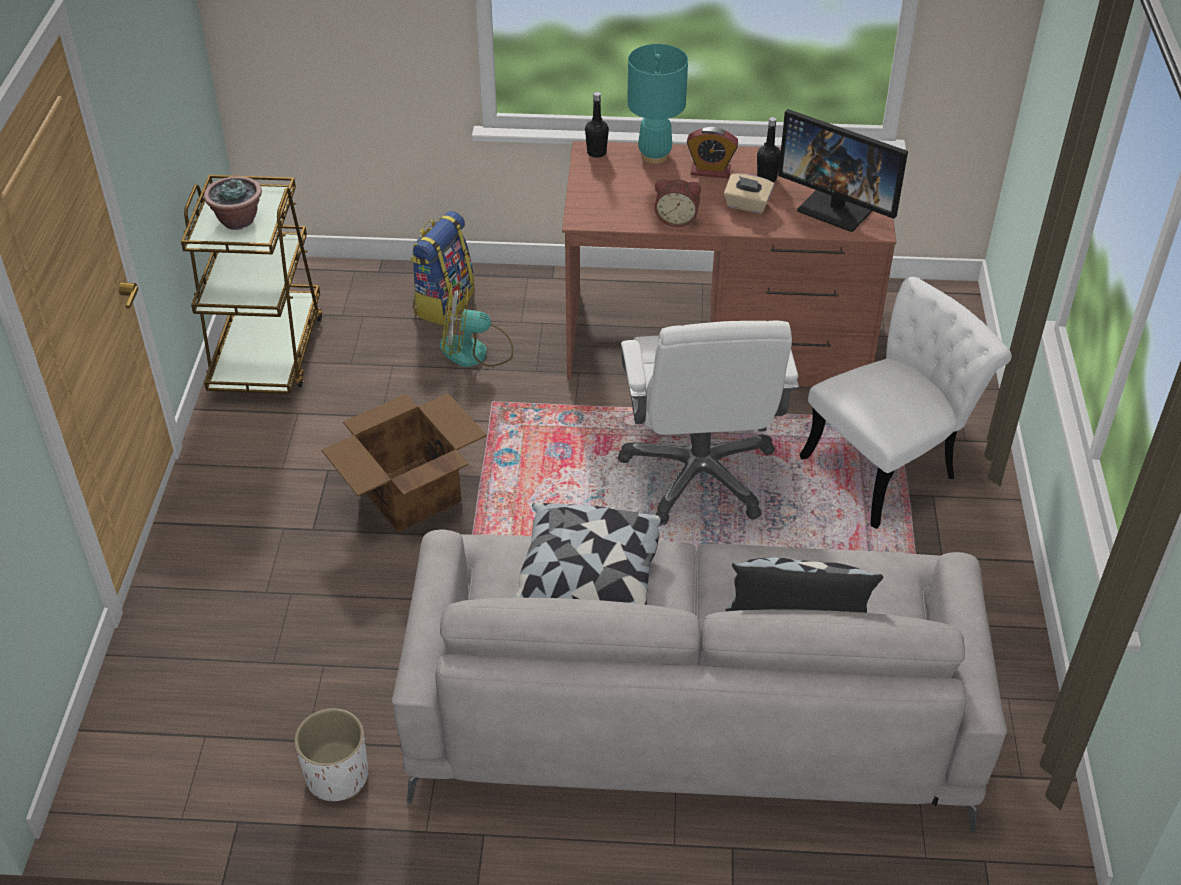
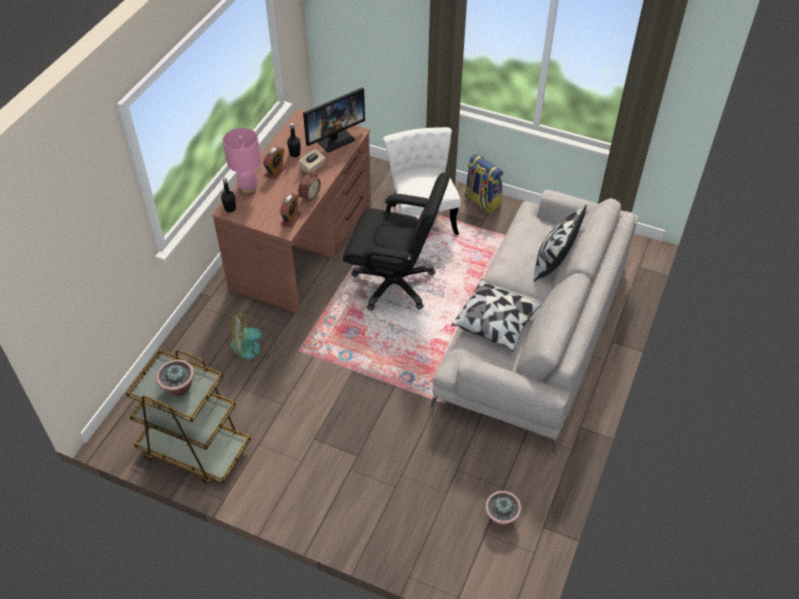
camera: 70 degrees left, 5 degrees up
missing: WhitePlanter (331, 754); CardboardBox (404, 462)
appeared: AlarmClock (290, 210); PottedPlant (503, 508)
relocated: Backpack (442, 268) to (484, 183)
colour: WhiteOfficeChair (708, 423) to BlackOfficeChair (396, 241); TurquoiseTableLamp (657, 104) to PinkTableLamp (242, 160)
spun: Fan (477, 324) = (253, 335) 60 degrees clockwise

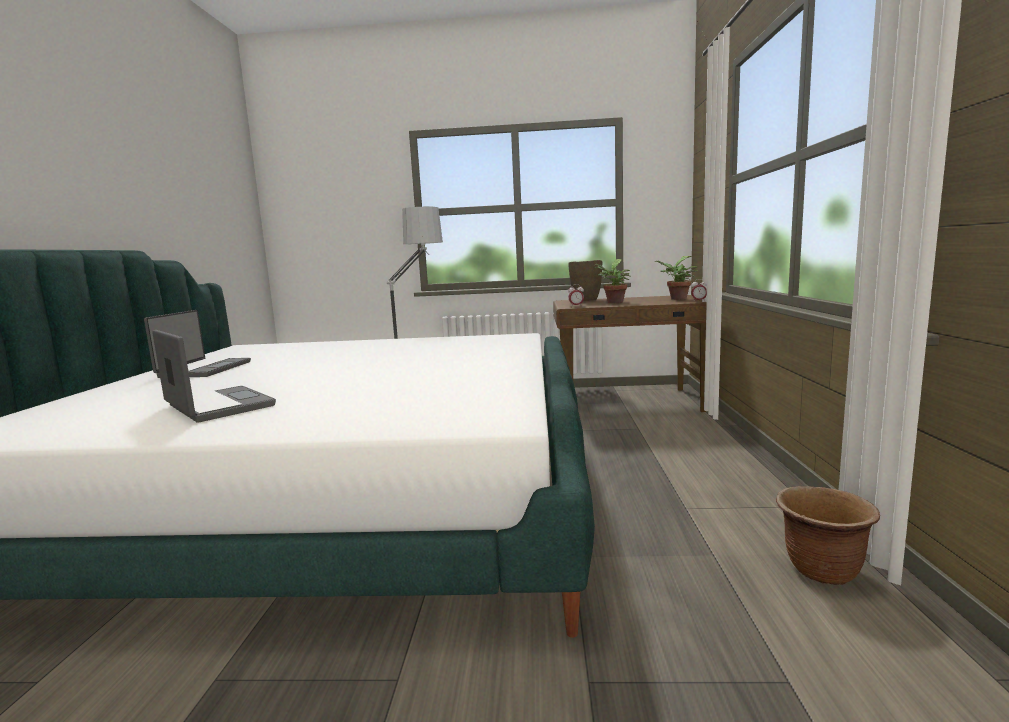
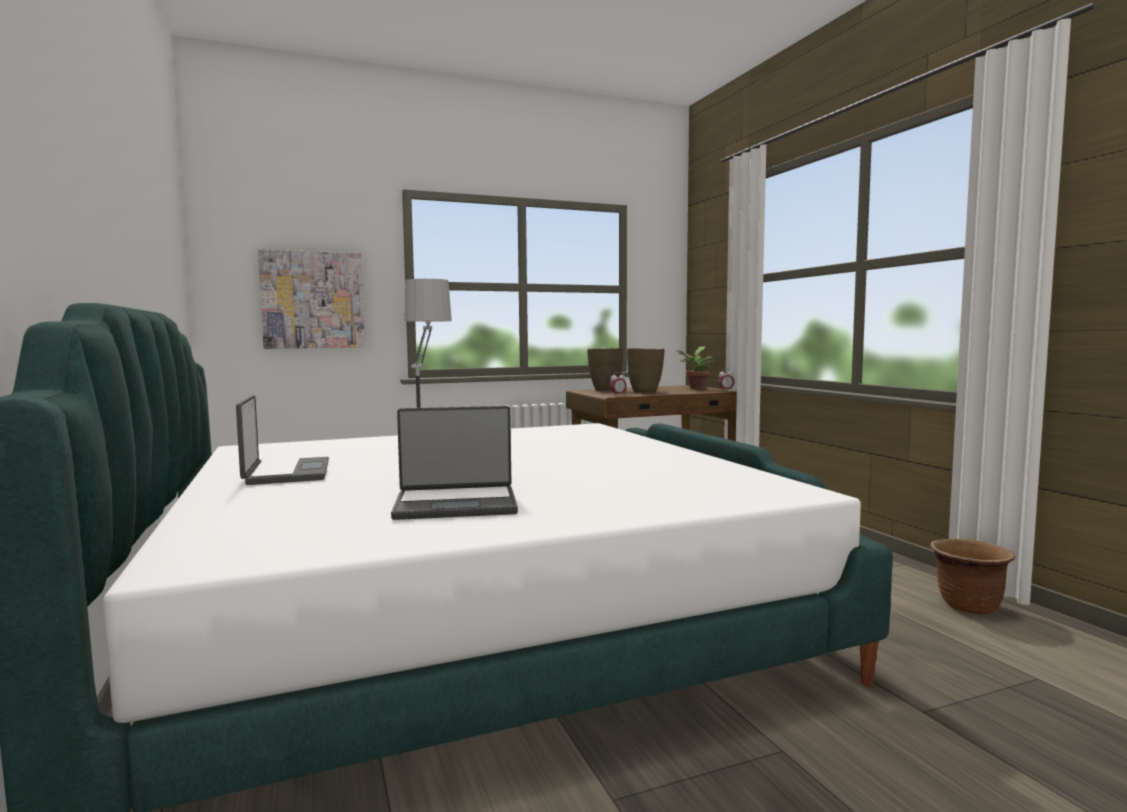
camera: 25 degrees left, 5 degrees down
appeared: Picture (311, 299)
exchanged: PottedPlant (612, 281) to BrownVase (646, 370)
spun: Laptop (214, 376) = (454, 463) 150 degrees clockwise

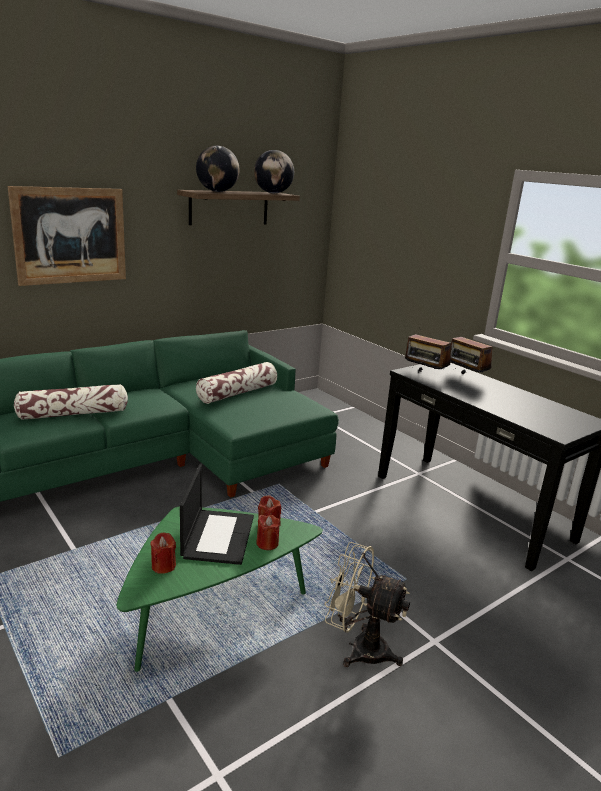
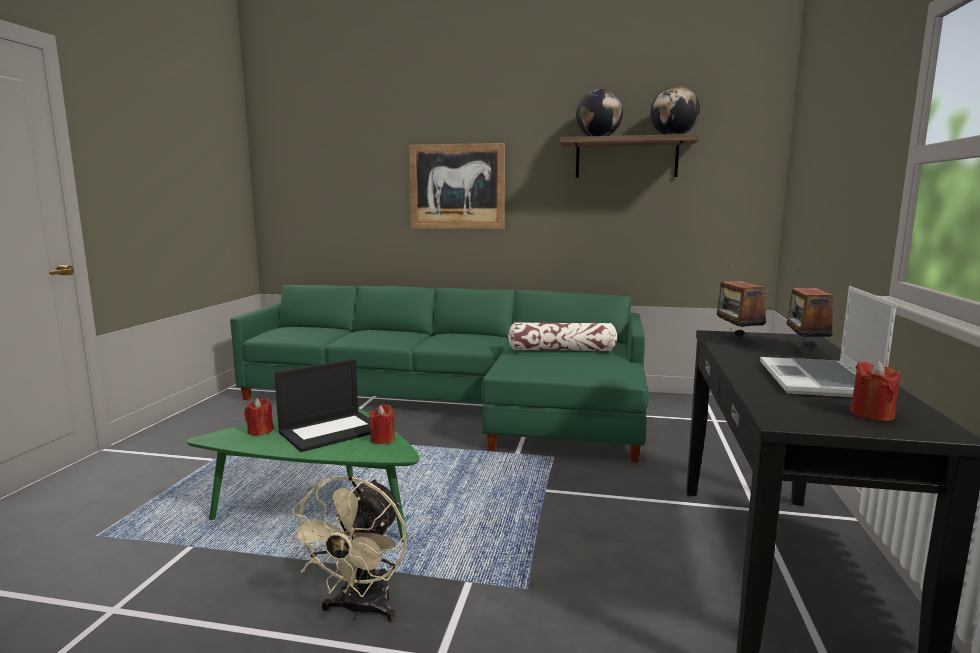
camera: 50 degrees right, 10 degrees down
missing: Pillow (71, 402)
appeared: Laptop (828, 341)
relocated: RedCandle (268, 532) to (875, 391)
spun: BeigeFan (367, 604) = (346, 548) 150 degrees counterclockwise

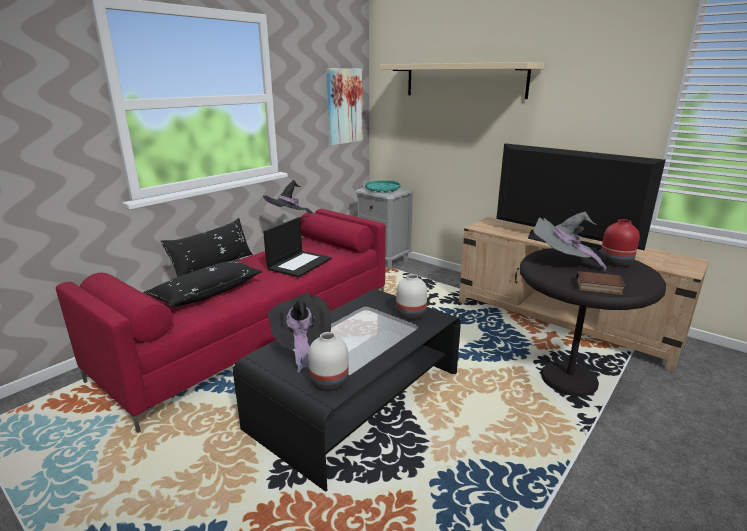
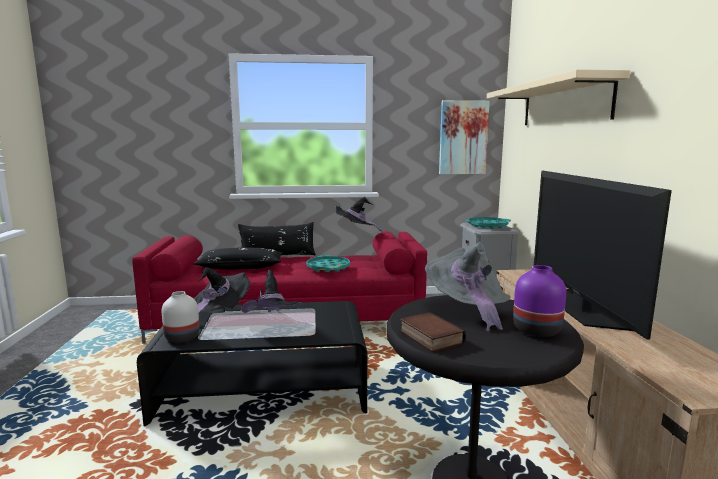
camera: 45 degrees right, 10 degrees down
missing: WhiteVase (411, 297)
appeared: BlackHat (271, 291)
exchanged: Laptop (297, 247) to TurquoiseTray (328, 263)
colour: RedVase (620, 243) to PurpleVase (539, 301)

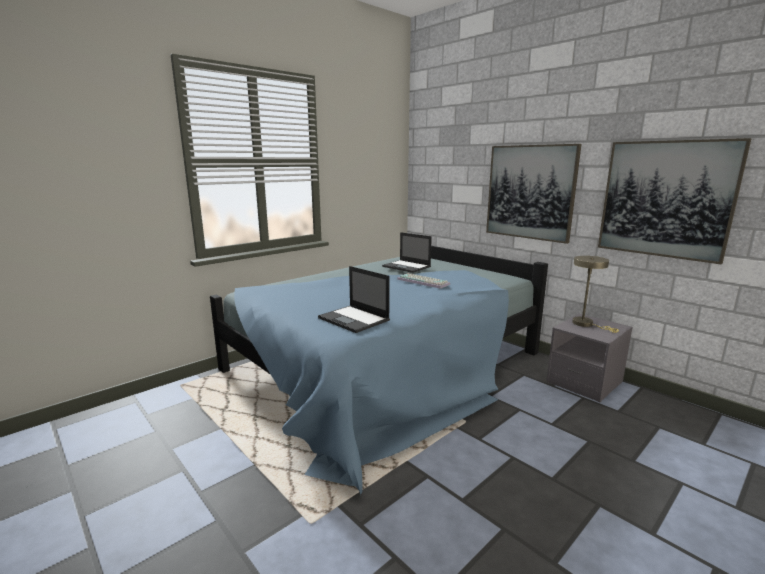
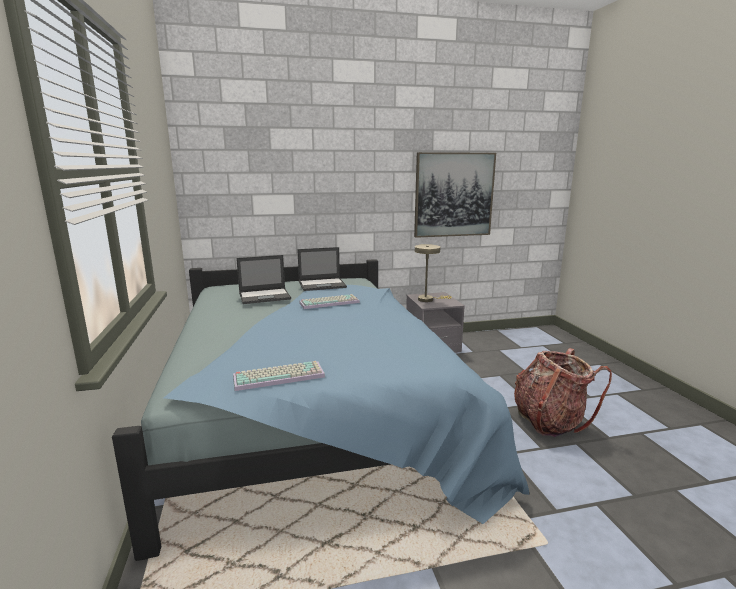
camera: 60 degrees left, 0 degrees up
missing: Picture (533, 194)
appeared: Keyboard (279, 376); Backpack (563, 392)
relocated: Laptop (354, 299) to (322, 269)

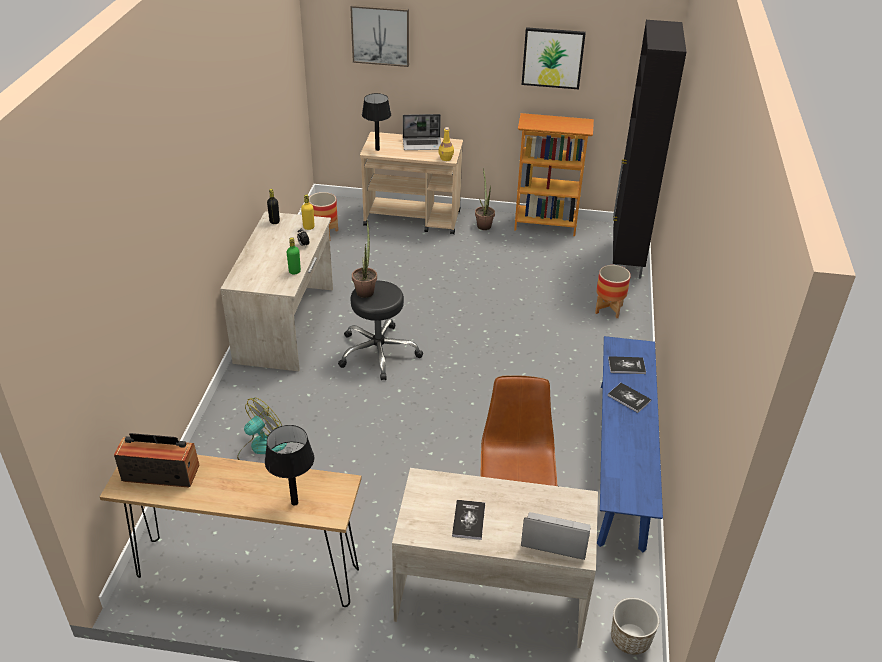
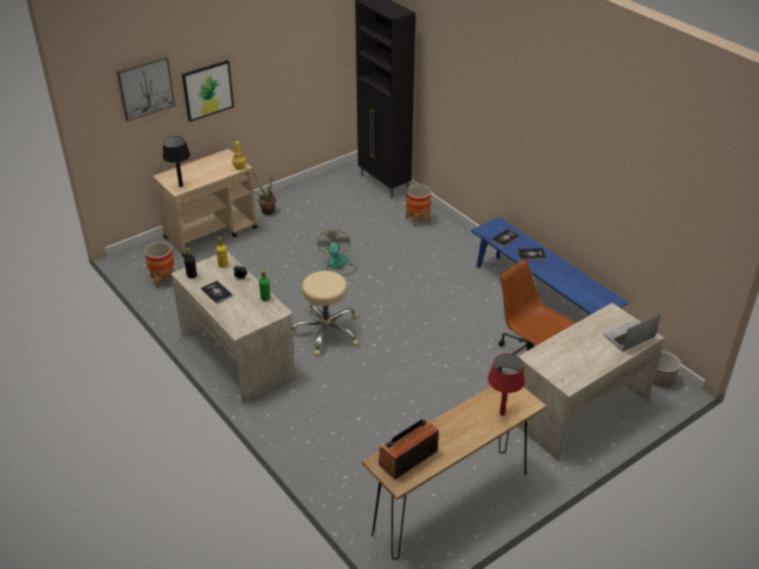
camera: 45 degrees left, 0 degrees up
missing: PottedPlant (364, 259); Laptop (422, 132); Bookcase (554, 174)
relocated: Fan (262, 429) to (337, 252); Book (468, 520) to (217, 292); Picture (554, 58) to (208, 91)
colour: BlackTableLamp (289, 465) to RedTableLamp (506, 385); BlackStool (380, 330) to BeigeStool (325, 313)

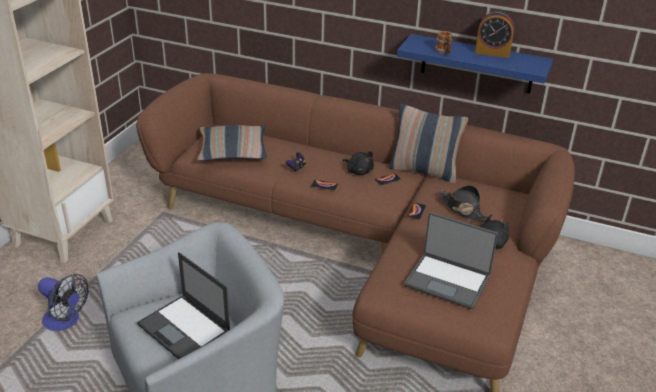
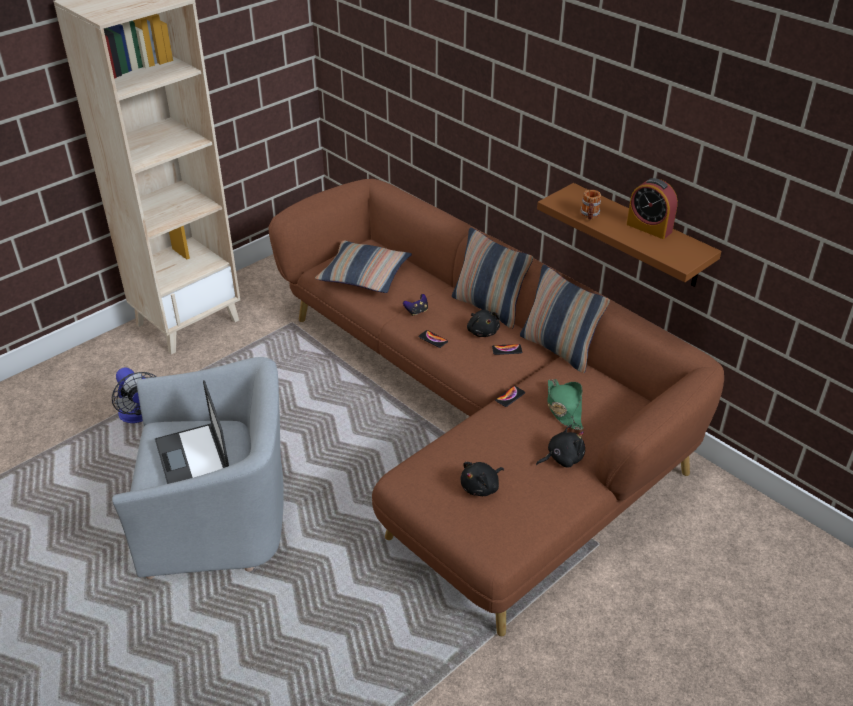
camera: 25 degrees right, 5 degrees up
appeared: Pillow (492, 278)
exchanged: Laptop (451, 260) to BlackPlushToy (482, 479)
colour: BlueShelf (475, 63) to BrownShelf (629, 235); BlackHat (465, 203) to GreenHat (566, 404)

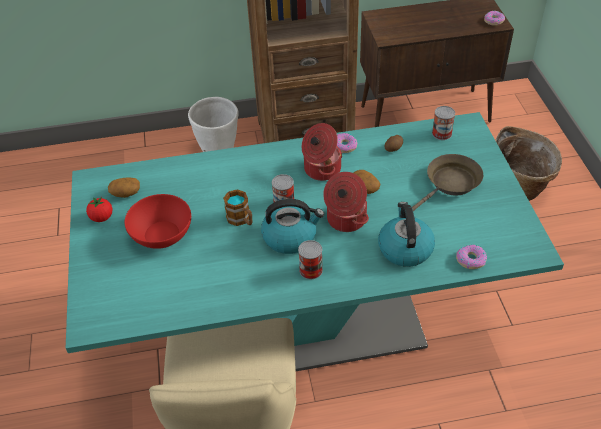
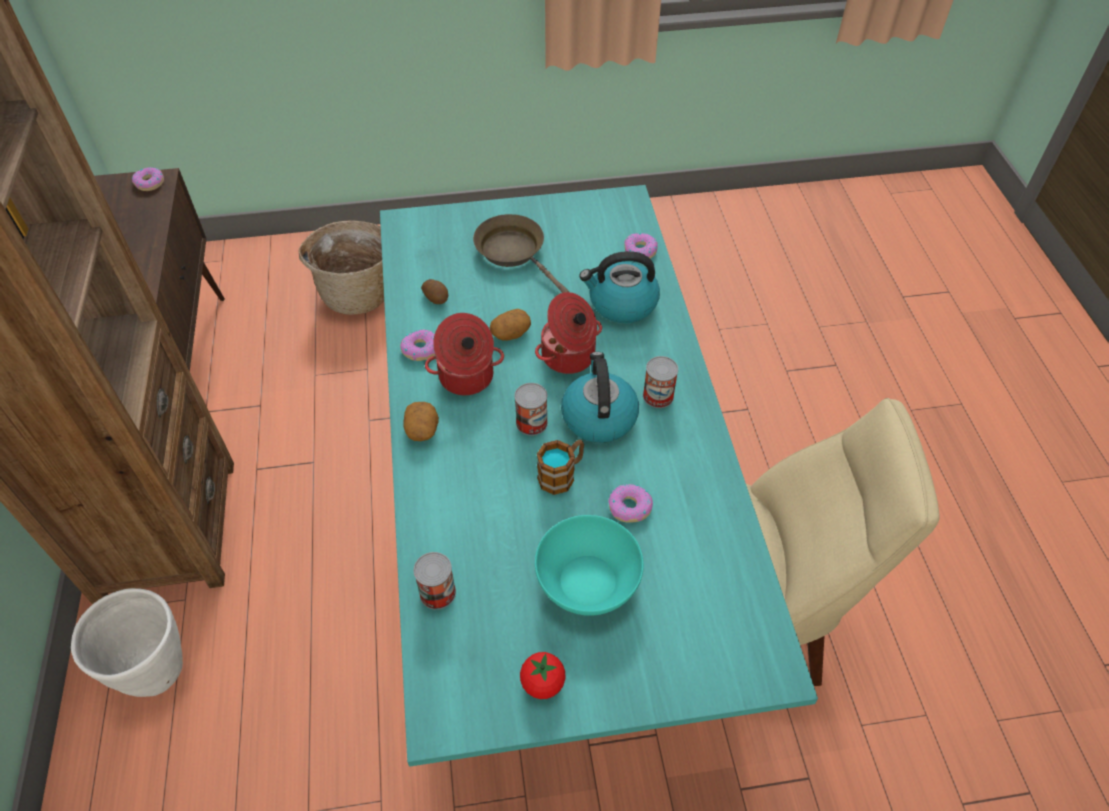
camera: 90 degrees left, 5 degrees up
appeared: Donut (631, 503)
relocated: Potato (124, 188) to (421, 421); Can (443, 123) to (435, 581)
colour: RedBowl (157, 221) to TurquoiseBowl (589, 565)

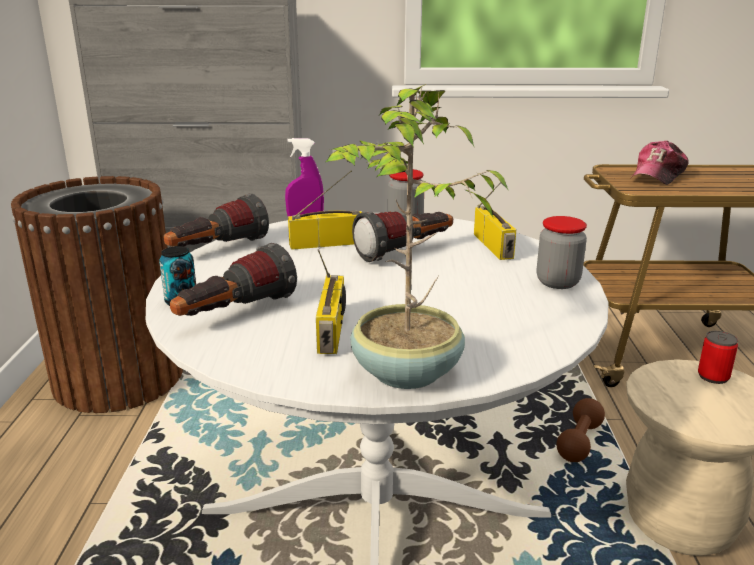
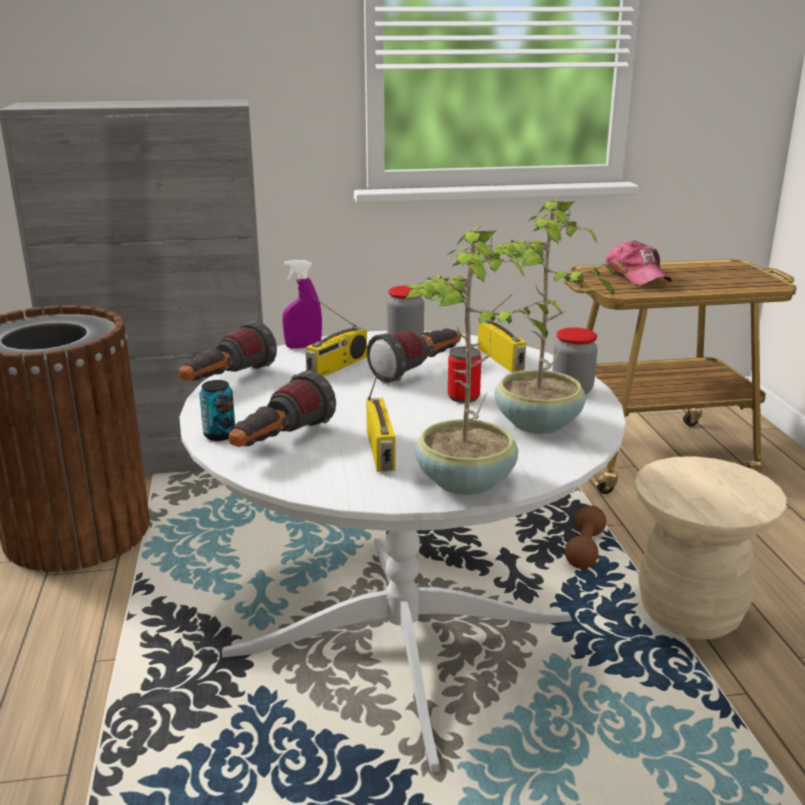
camera: 10 degrees left, 0 degrees up
appeared: PottedPlant (559, 315)
relocated: Can (718, 357) to (464, 375)
spun: Radio (325, 210) = (336, 337) 150 degrees clockwise; Cap (659, 162) = (639, 262) 45 degrees counterclockwise

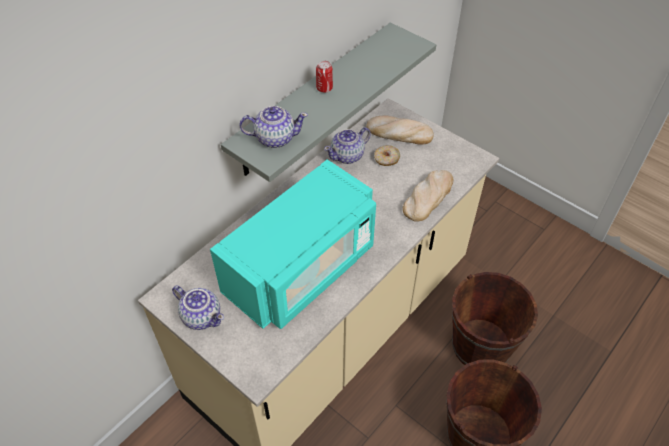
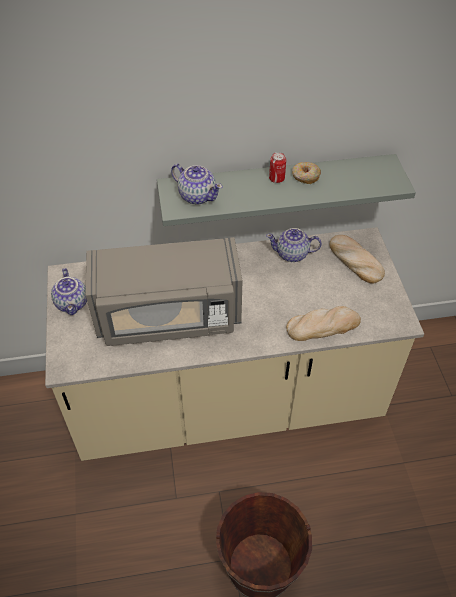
camera: 40 degrees right, 0 degrees up
missing: BrownBucket (495, 318)
relocated: Donut (387, 155) to (306, 173)
colour: TurquoiseMicrowave (293, 244) to GreyMicrowave (164, 291)

